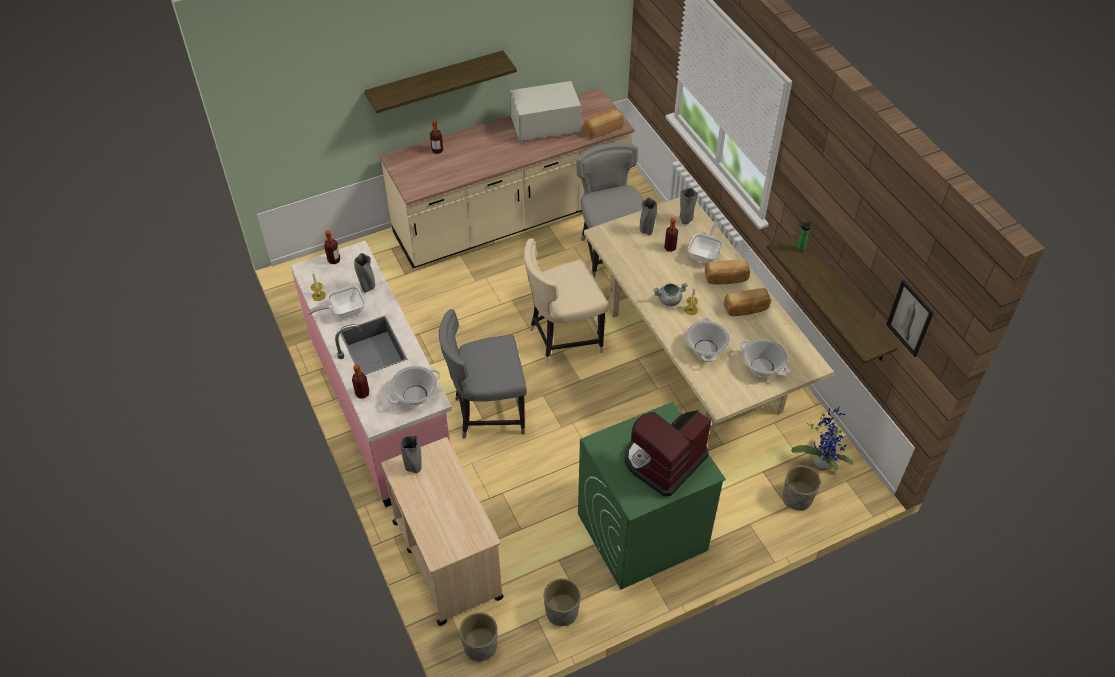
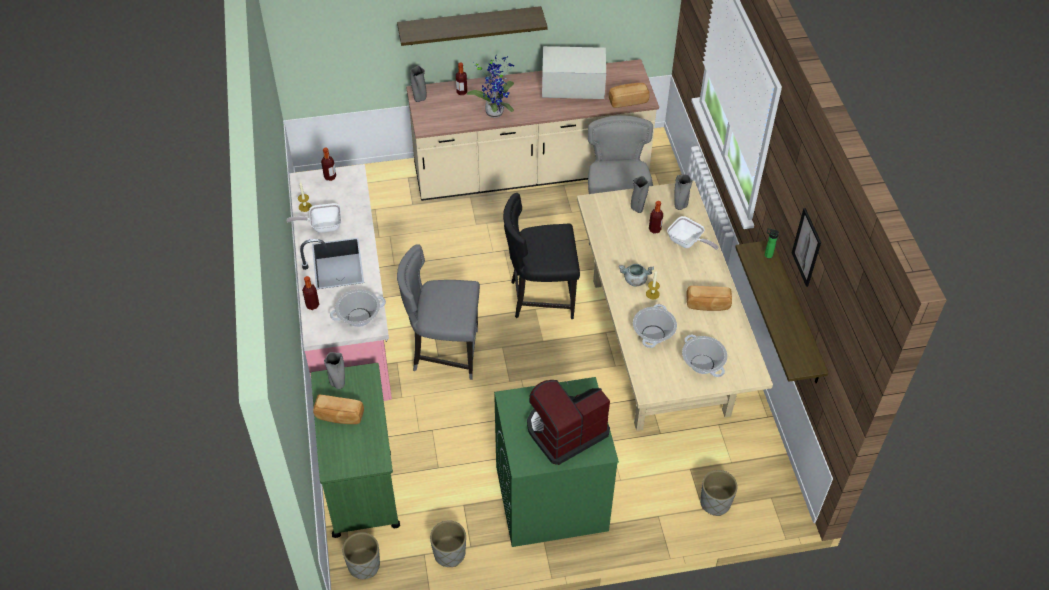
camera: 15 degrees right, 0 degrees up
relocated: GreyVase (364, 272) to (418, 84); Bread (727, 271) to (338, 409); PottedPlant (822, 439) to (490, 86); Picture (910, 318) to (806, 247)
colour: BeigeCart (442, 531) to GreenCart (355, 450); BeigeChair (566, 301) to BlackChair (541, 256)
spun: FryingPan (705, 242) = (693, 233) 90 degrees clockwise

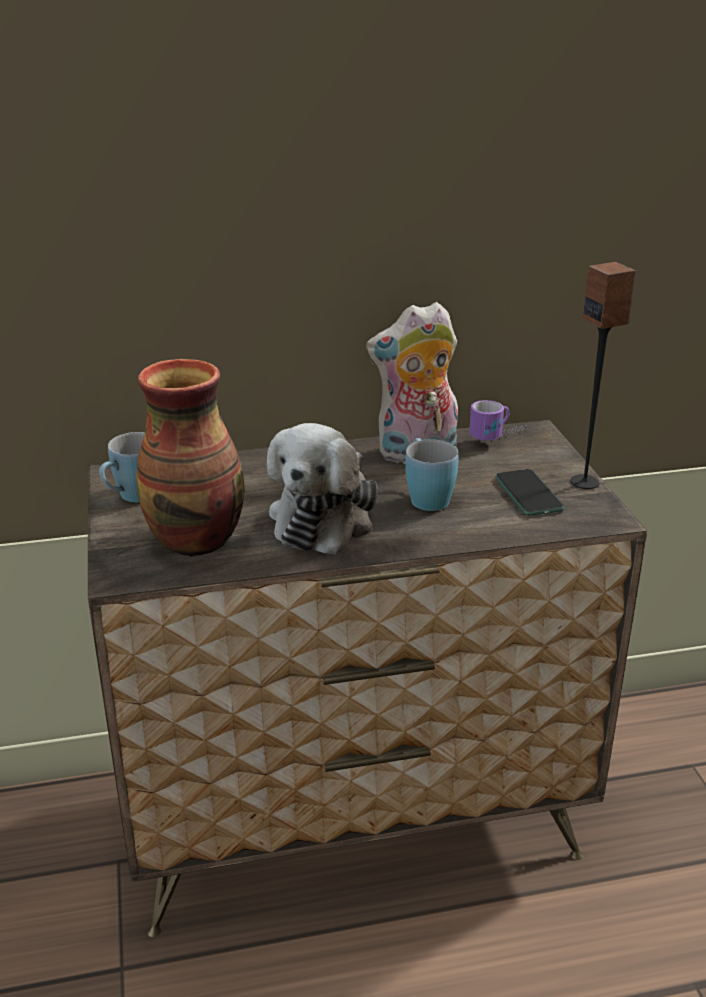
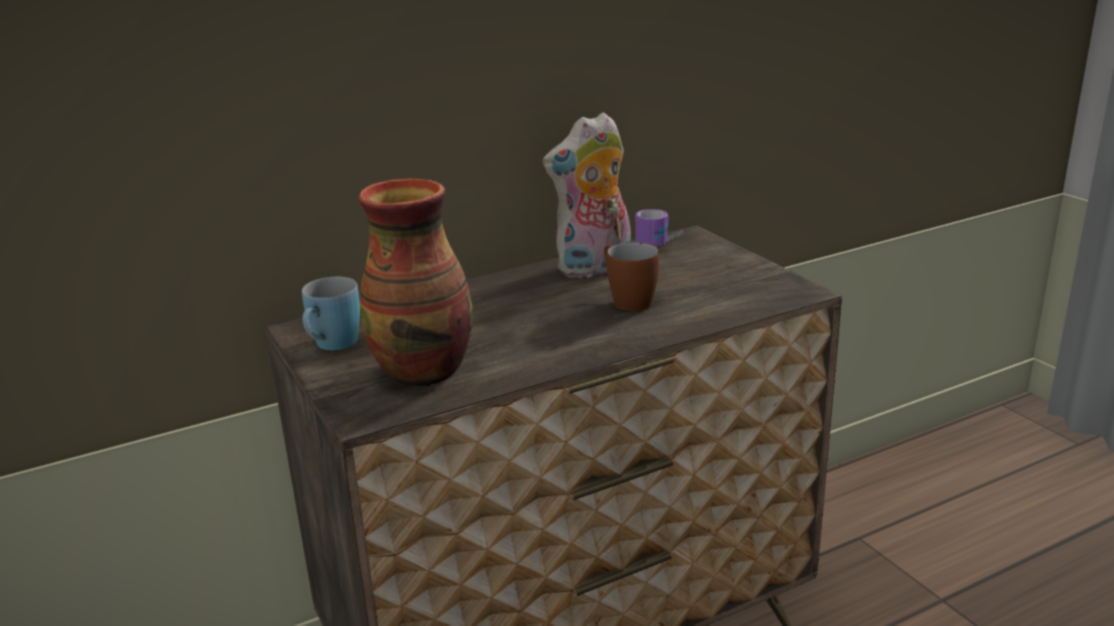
camera: 15 degrees left, 5 degrees down
missing: PlushToy (322, 489); Phone (529, 492); Speaker (603, 375)
colour: BlueMug (432, 474) to BrownMug (631, 276)

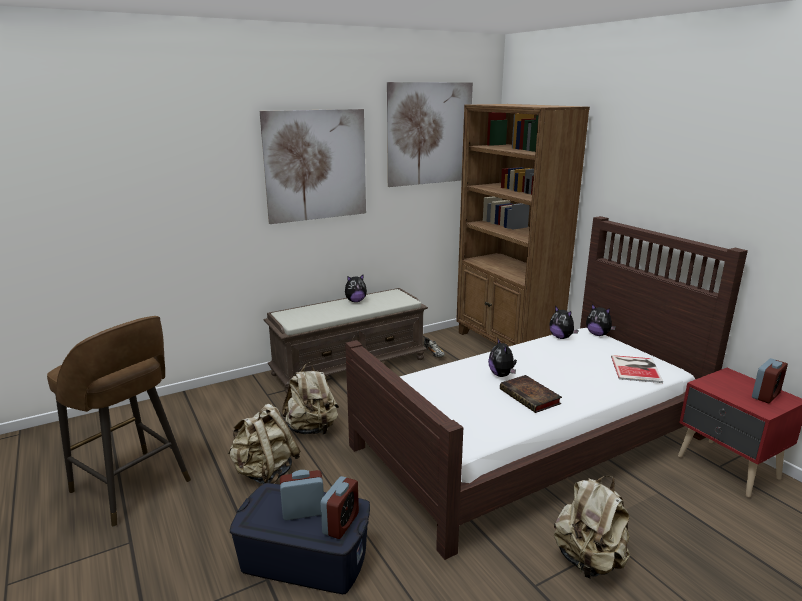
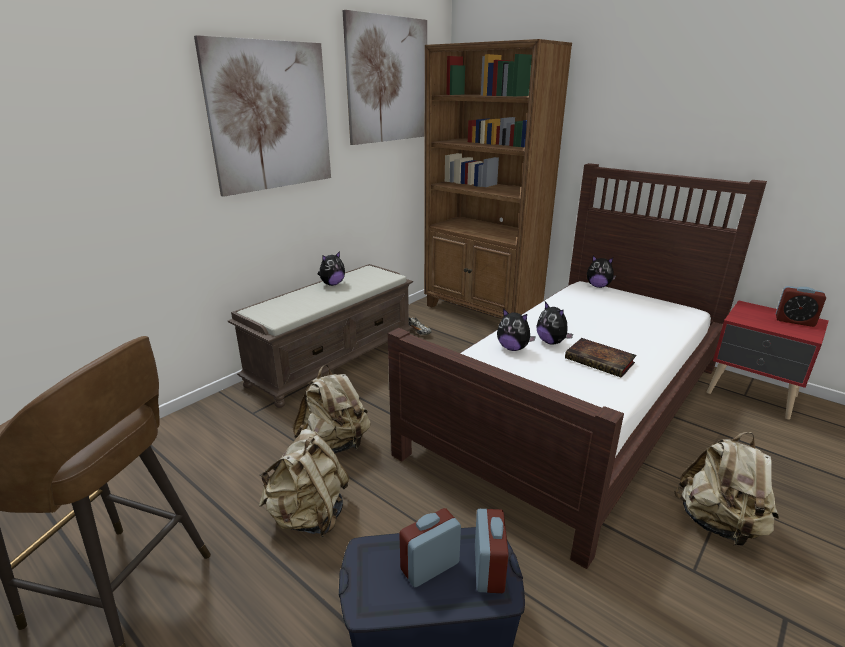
camera: 20 degrees left, 5 degrees up
missing: Book (637, 369)
relocated: PlushToy (564, 322) to (516, 329)
spun: AlarmClock (770, 380) = (801, 306) 90 degrees clockwise

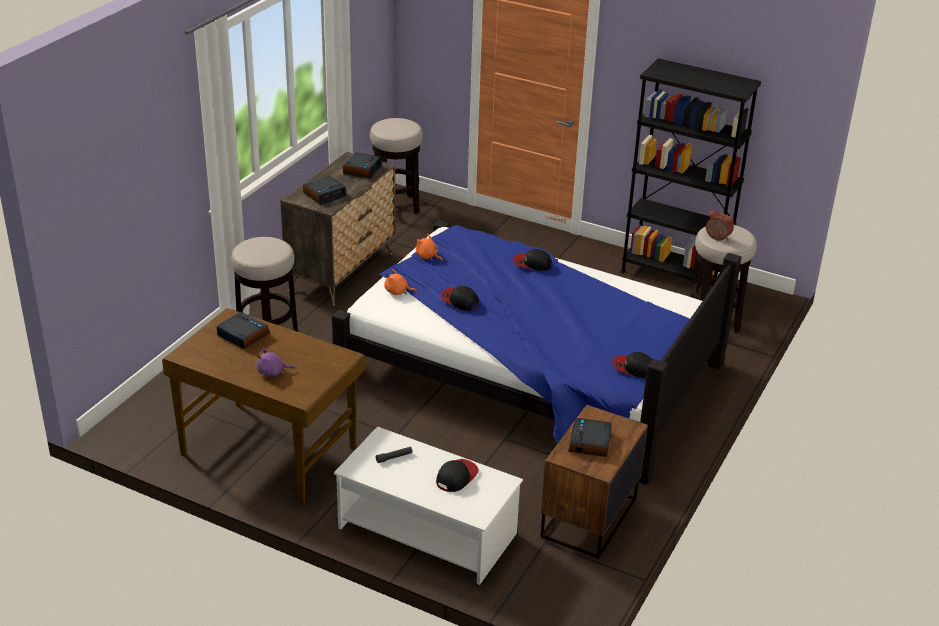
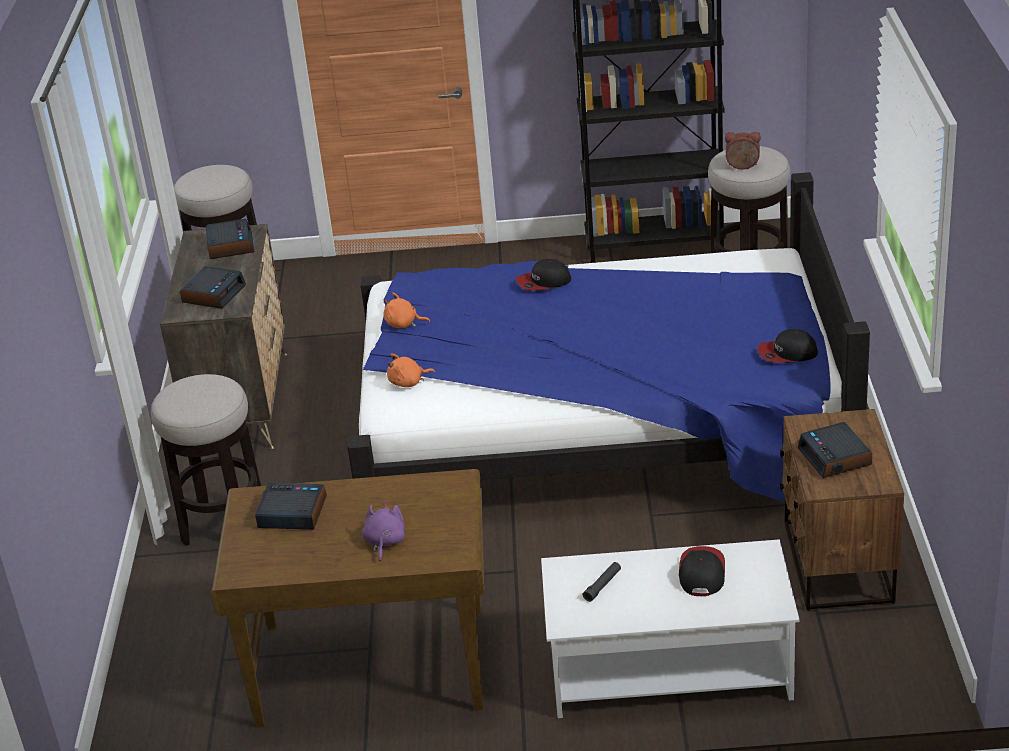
camera: 25 degrees left, 0 degrees up
missing: Cap (459, 298)
spun: PurplePlushToy (275, 362) = (383, 531) 135 degrees clockwise

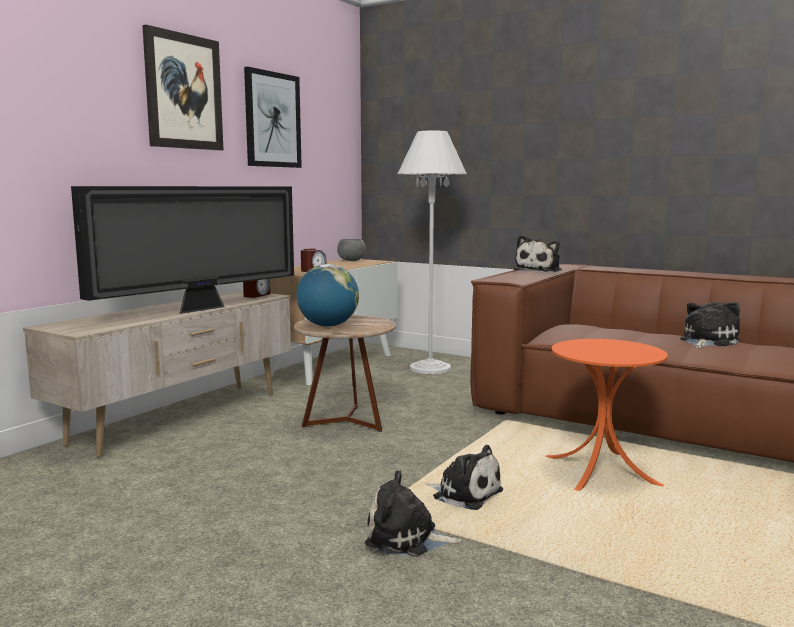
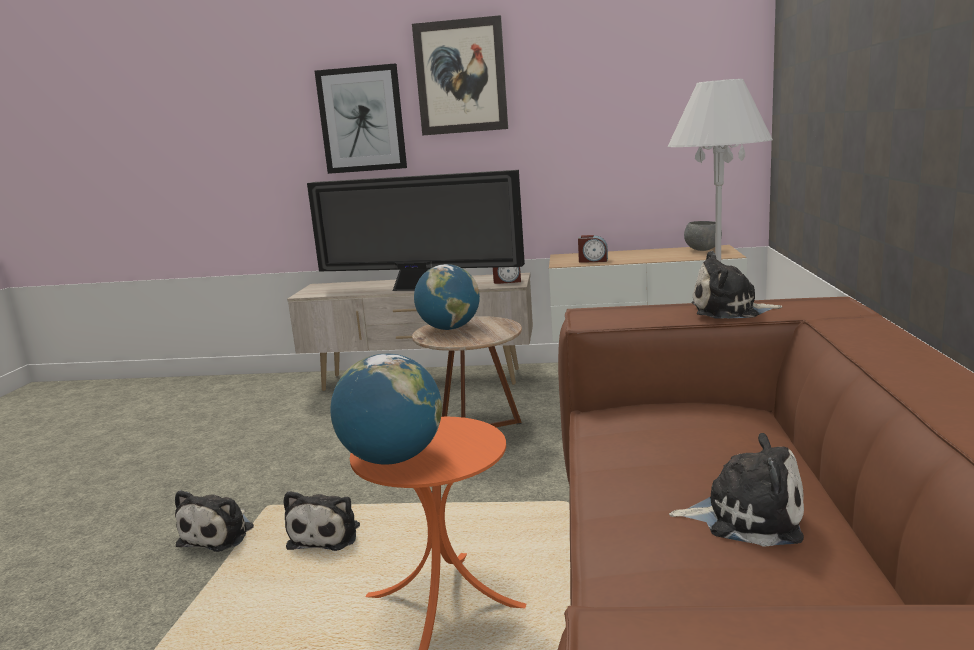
camera: 65 degrees right, 5 degrees up
appeared: Globe (386, 409)
relocated: Picture (273, 117) to (361, 119)
spun: PlushToy (413, 513) = (214, 521) 150 degrees counterclockwise

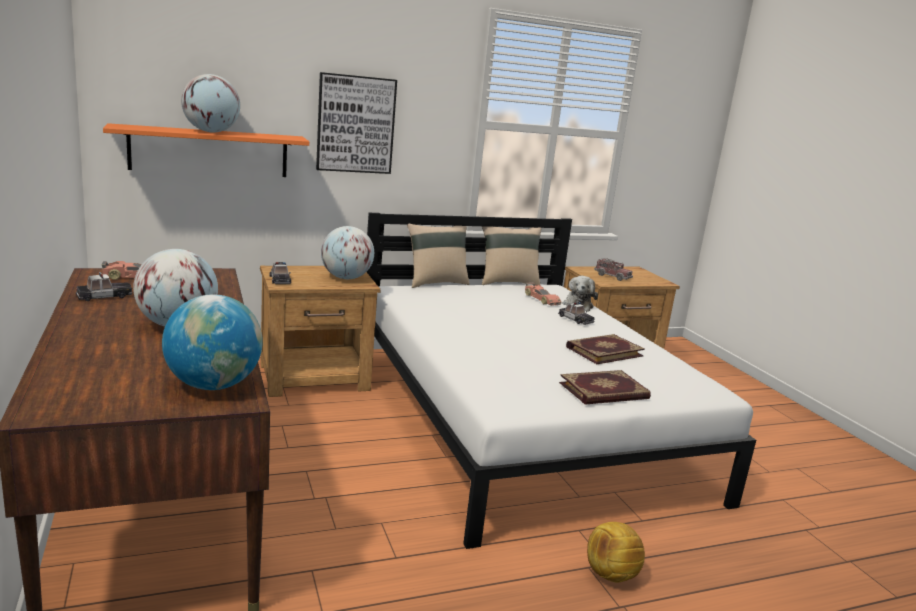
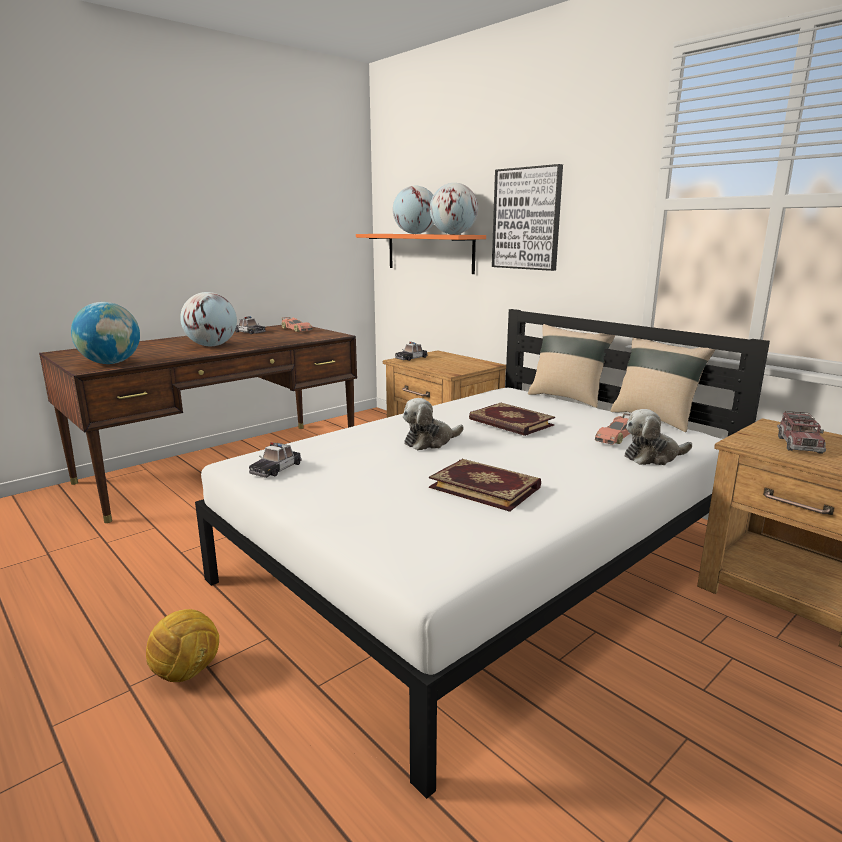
camera: 70 degrees right, 0 degrees up
appeared: PlushToy (433, 424)
relocated: Globe (347, 252) to (454, 209); ToyCar (576, 313) to (275, 460); Book (605, 387) to (512, 419)

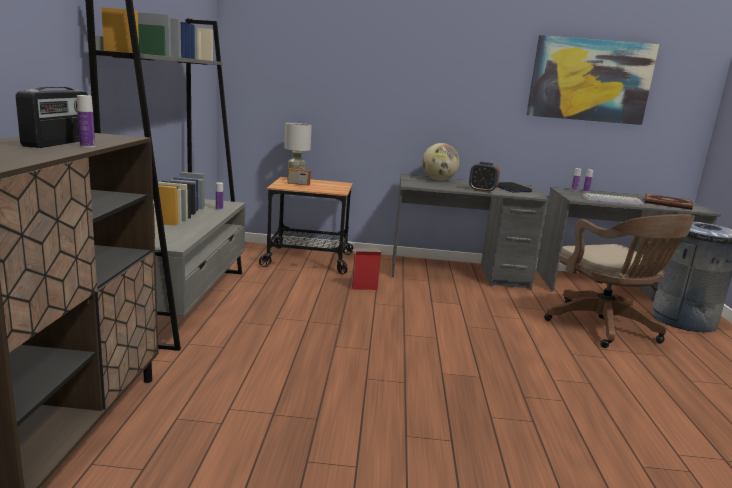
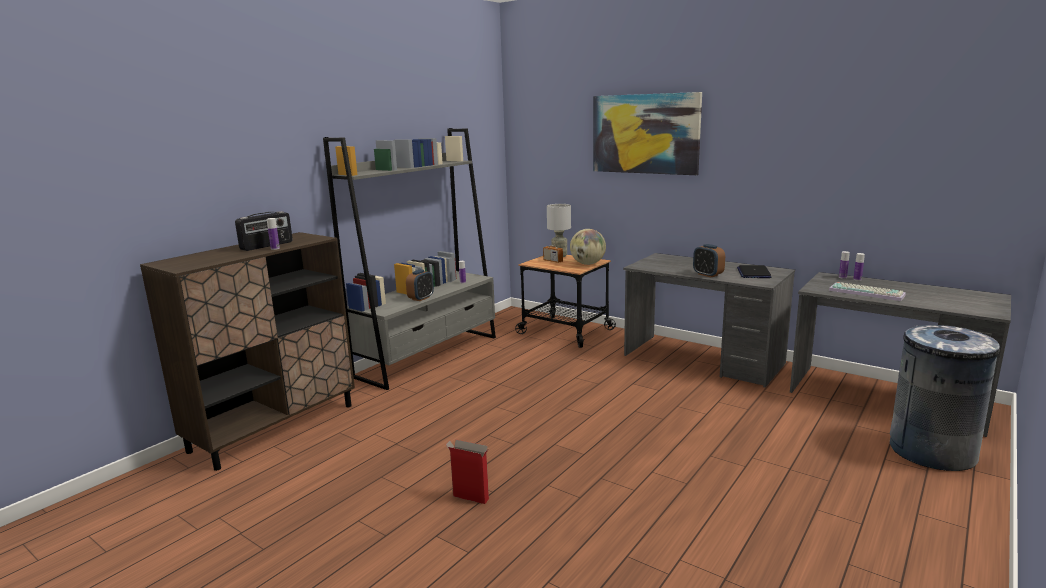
camera: 35 degrees right, 0 degrees up
missing: BrownOfficeChair (619, 281); Book (669, 202)
appeared: AlarmClock (420, 285)
relocated: CardboardBox (367, 269) to (467, 472); Globe (441, 162) to (588, 247); Picture (592, 80) to (647, 133)

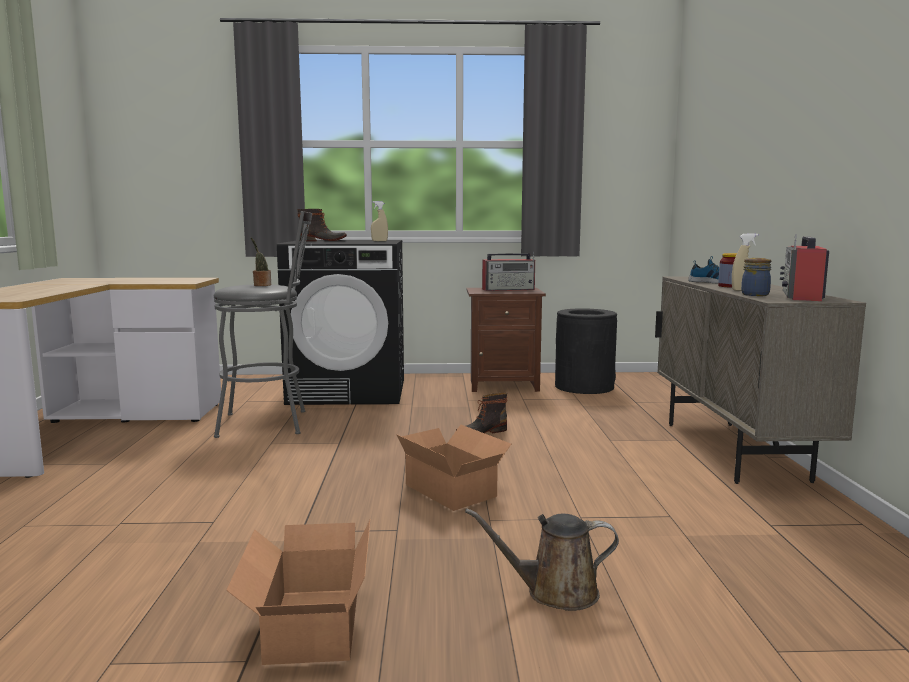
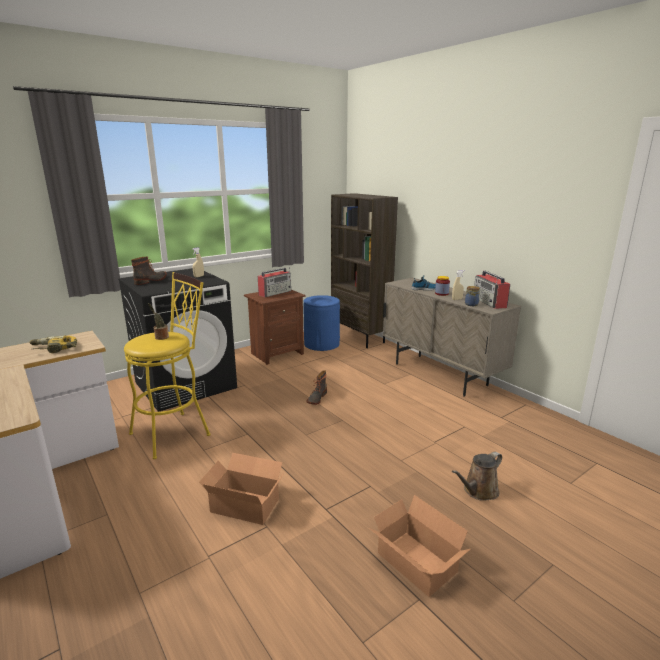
camera: 35 degrees left, 10 degrees up
appeared: PowerDrill (53, 344); BrownBookcase (364, 270)
relocated: CardboardBox (454, 468) to (241, 489)
colour: GreyStool (263, 324) to YellowStool (167, 365); BlackTrashCan (586, 351) to BlueTrashCan (321, 323)

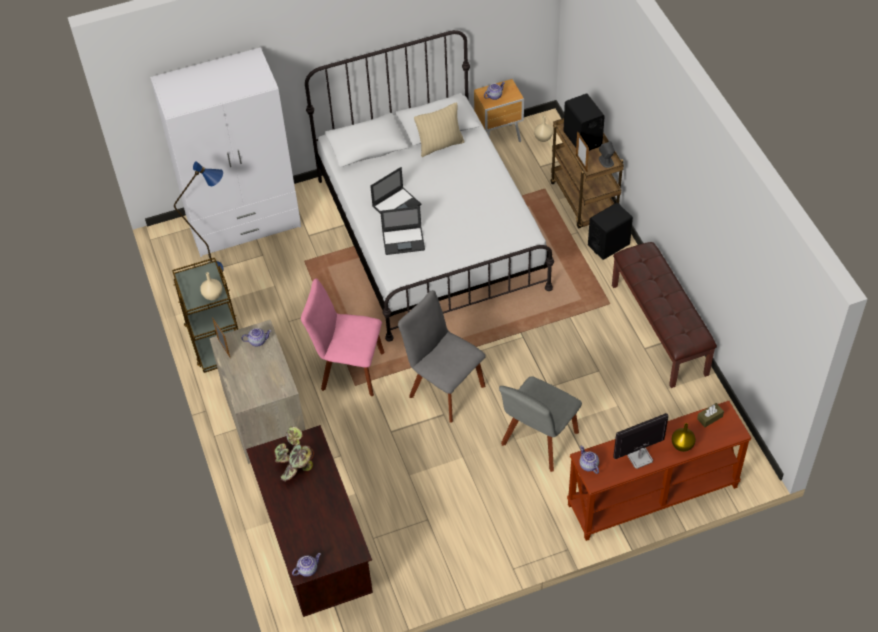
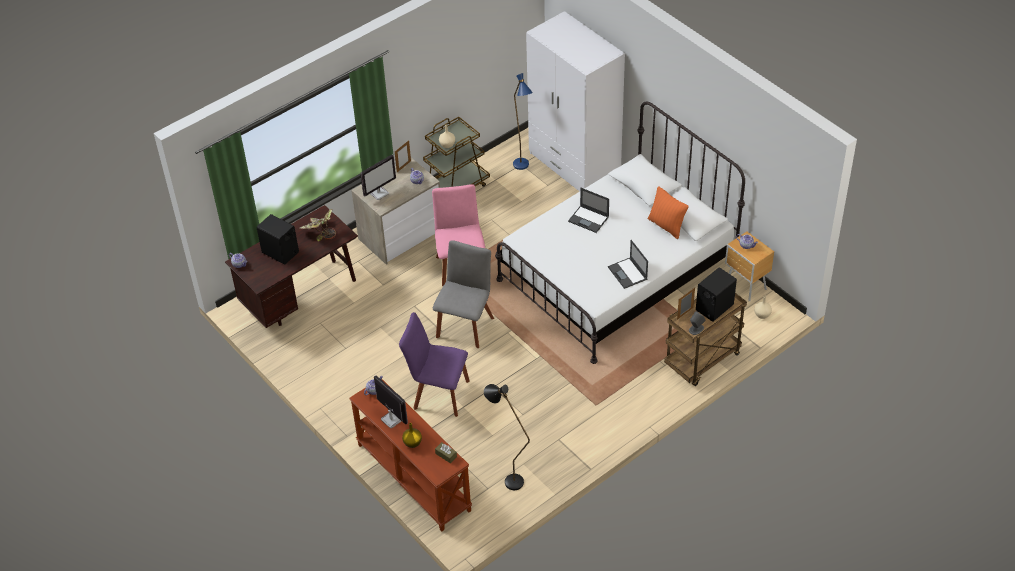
camera: 70 degrees right, 5 degrees down
missing: BrownBench (664, 315)
appeared: Monitor (378, 177); BlackFloorLamp (507, 437)
relocated: Laptop (402, 230) to (628, 264); BlackSpeaker (610, 231) to (278, 239)
colour: BeigePillow (439, 130) to OrangePillow (668, 212); GreyChair (540, 424) to PurpleChair (434, 364)

